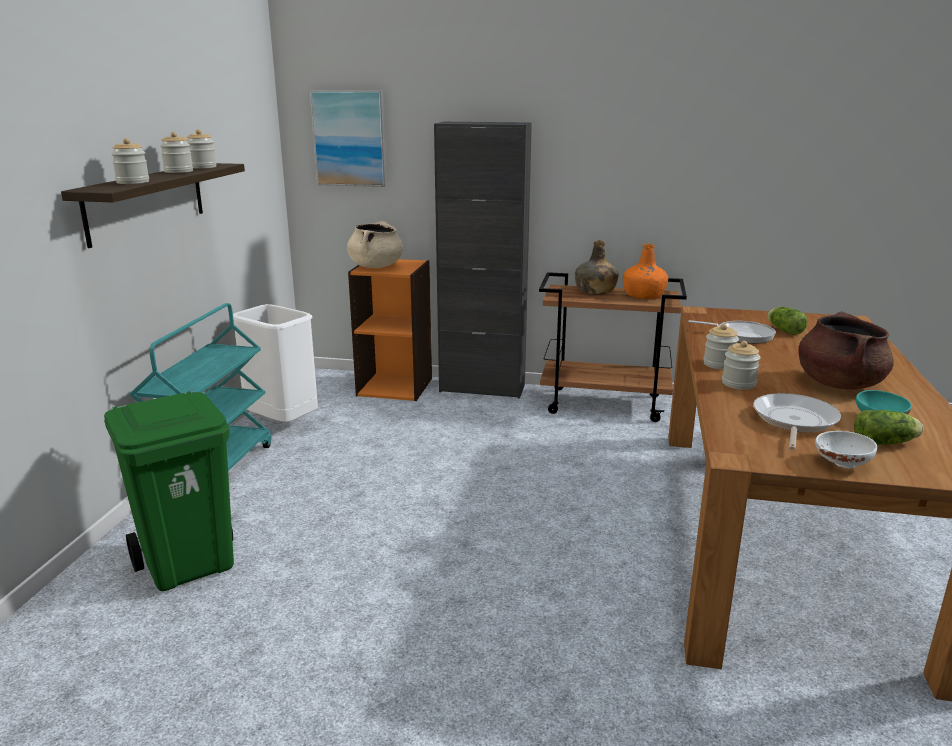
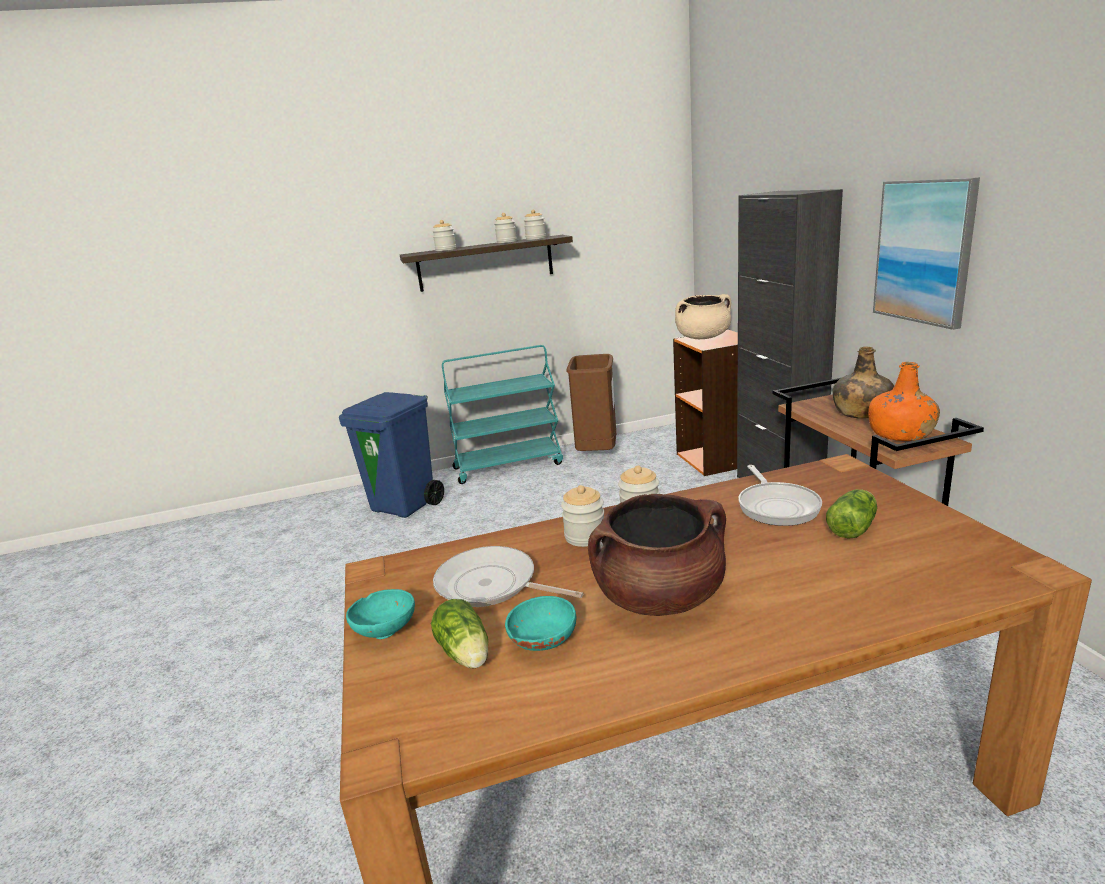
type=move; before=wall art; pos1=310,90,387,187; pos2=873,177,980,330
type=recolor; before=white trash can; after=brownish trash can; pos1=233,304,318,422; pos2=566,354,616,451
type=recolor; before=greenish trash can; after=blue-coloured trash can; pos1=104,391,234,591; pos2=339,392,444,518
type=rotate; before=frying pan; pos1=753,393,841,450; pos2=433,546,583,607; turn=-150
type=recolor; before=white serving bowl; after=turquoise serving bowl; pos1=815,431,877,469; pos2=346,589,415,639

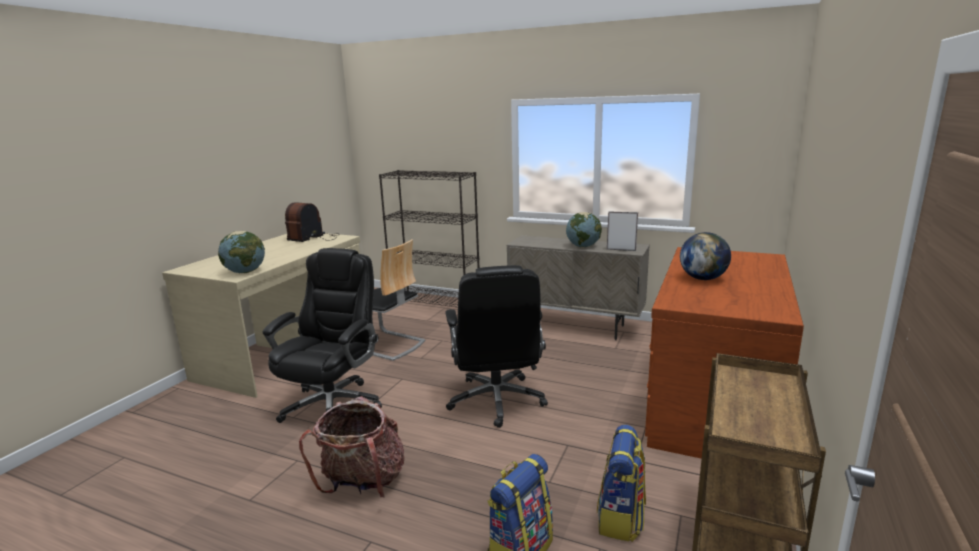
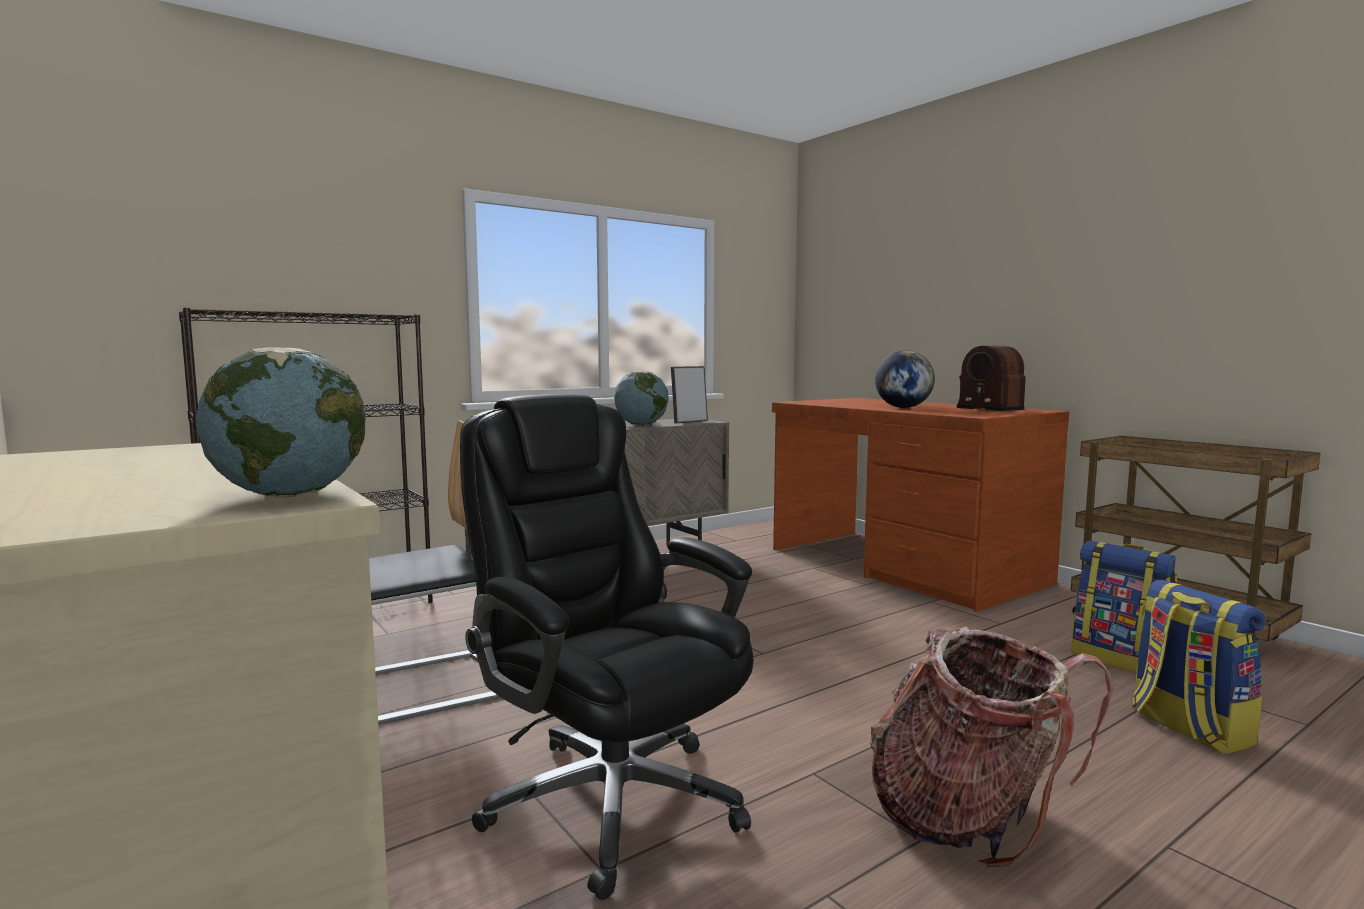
type=move; before=radio; pos1=285,202,340,242; pos2=956,346,1026,411
type=delete; before=black office chair; pos1=445,265,548,428

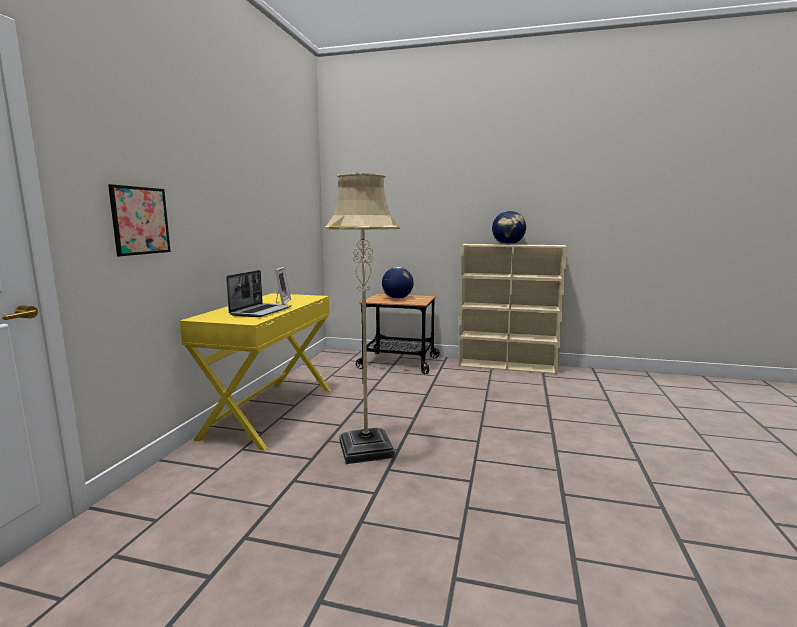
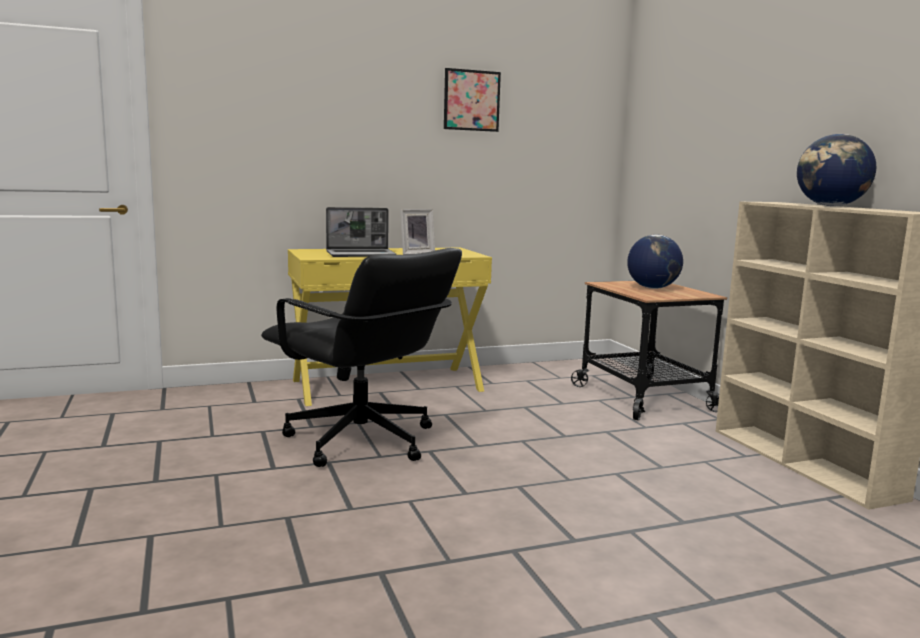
type=replace; before=beige-coloured floor lamp; after=black office chair; pos1=324,173,400,464; pos2=261,248,462,467
type=move; before=wall art; pos1=108,184,171,256; pos2=444,68,501,132

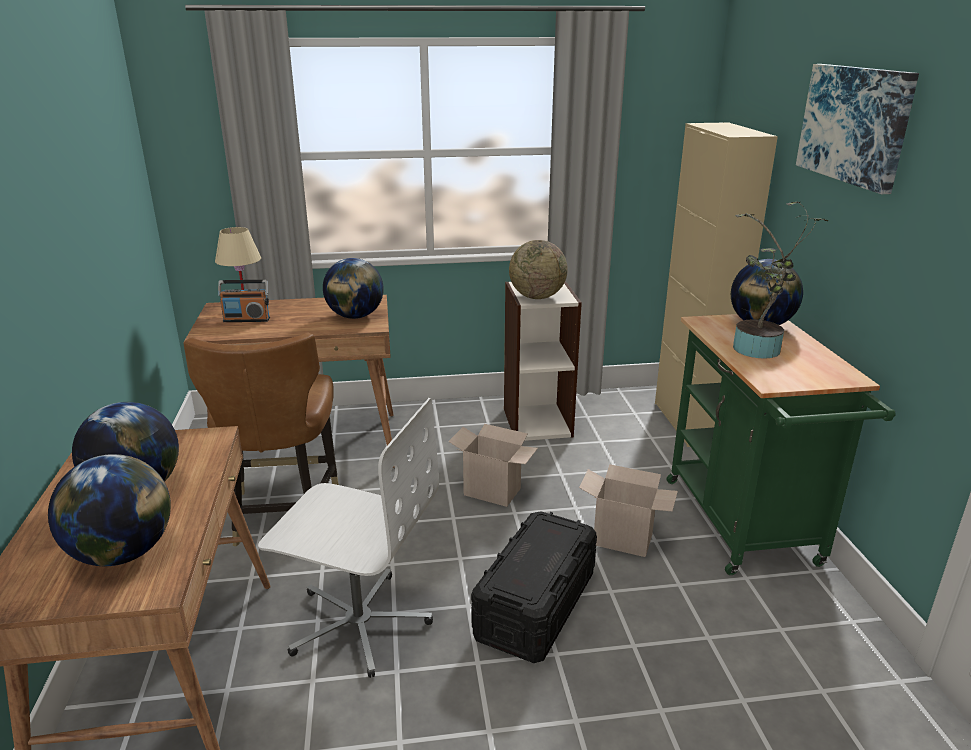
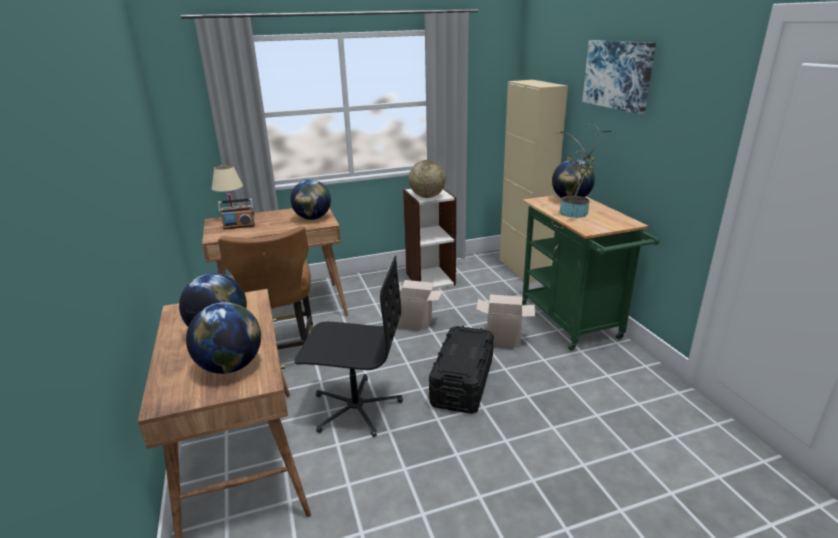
type=recolor; before=white office chair; after=black office chair; pos1=258,398,439,678; pos2=294,256,403,437

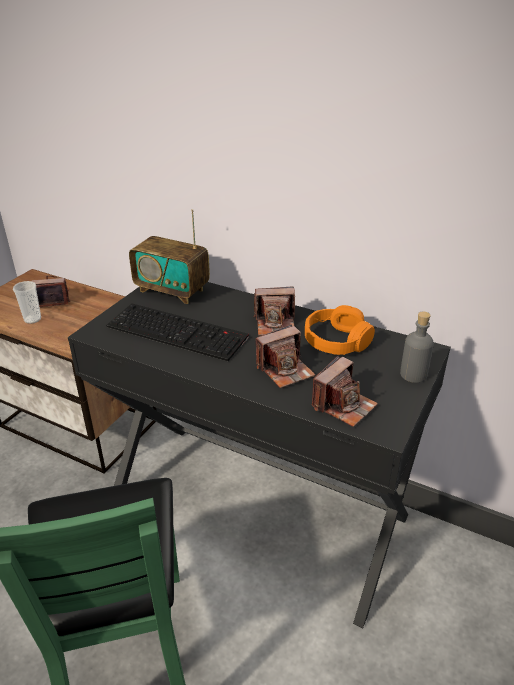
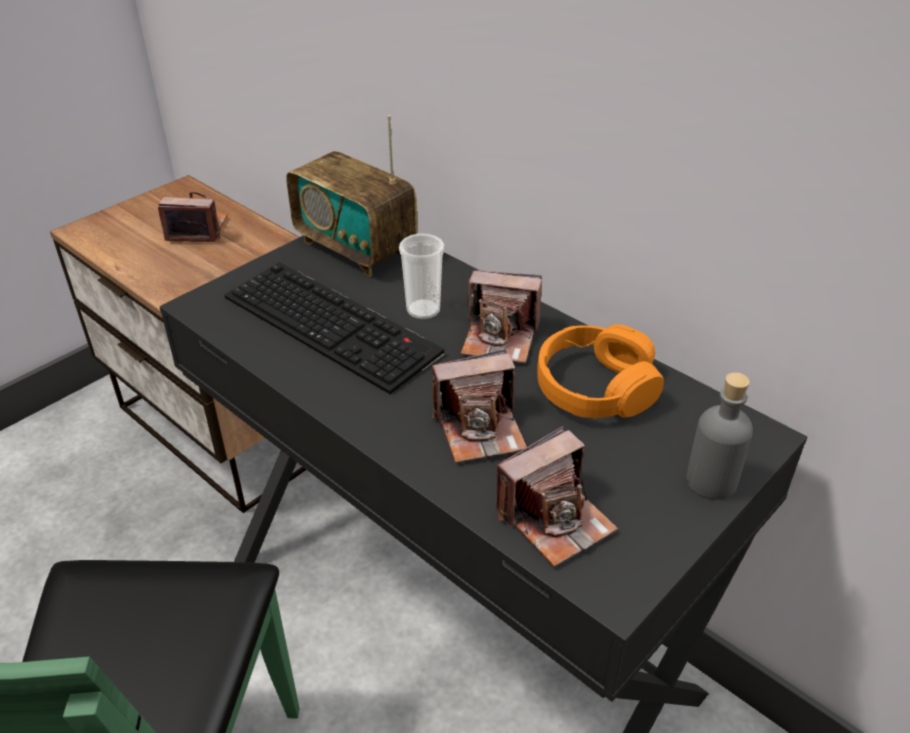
type=move; before=drinking cup; pos1=13,281,41,324; pos2=399,234,444,319

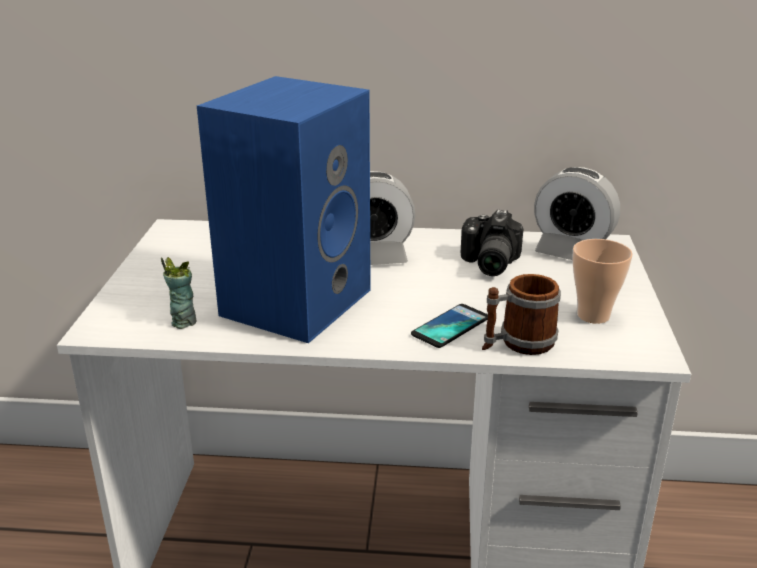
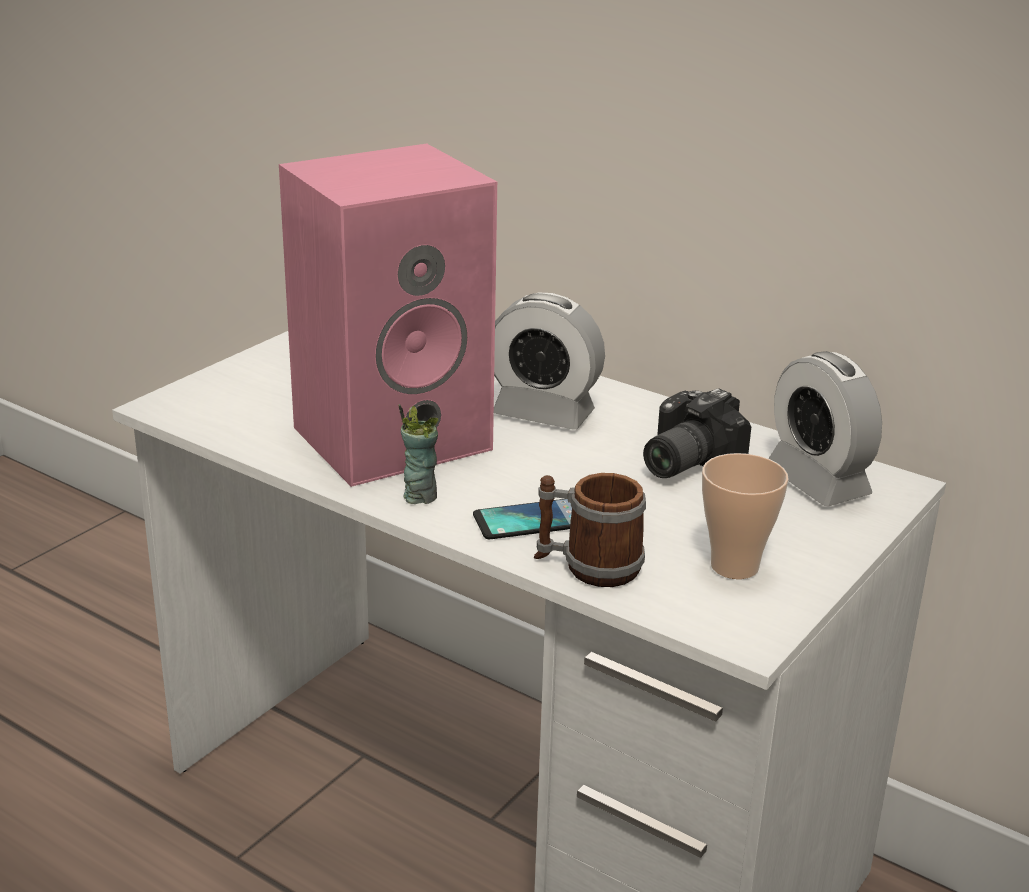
type=recolor; before=blue-coloured speaker; after=pink speaker; pos1=197,76,371,343; pos2=279,144,497,487
type=move; before=drinking cup; pos1=161,257,197,329; pos2=398,404,438,504

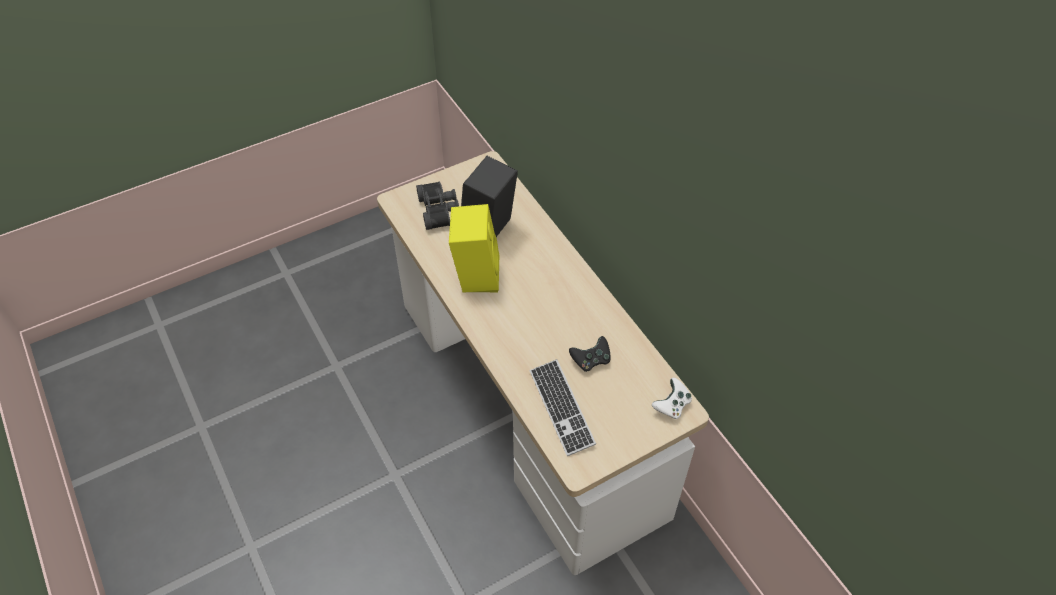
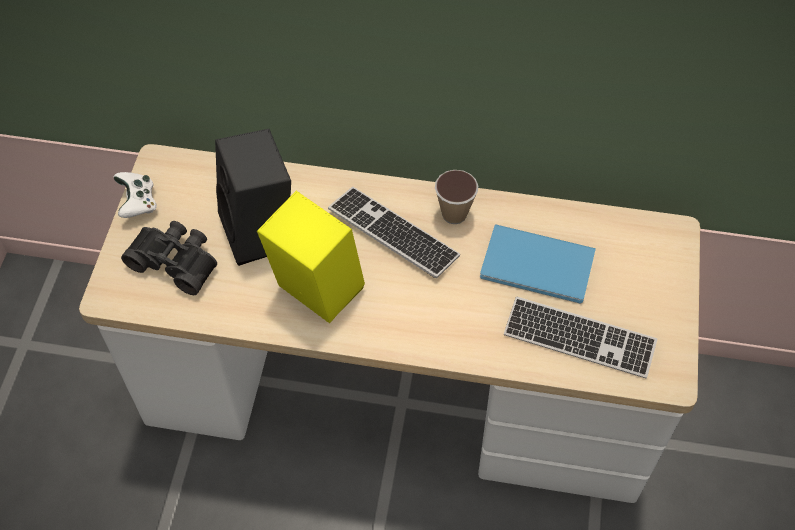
type=replace; before=black gamepad; after=blue-coloured volume; pos1=569,336,610,372; pos2=480,224,596,304
type=move; before=white gamepad; pos1=652,378,692,419; pos2=114,172,157,218
type=insert; after=drinking cup; pos2=435,170,478,224
type=insert; after=computer keyboard; pos2=328,187,460,278

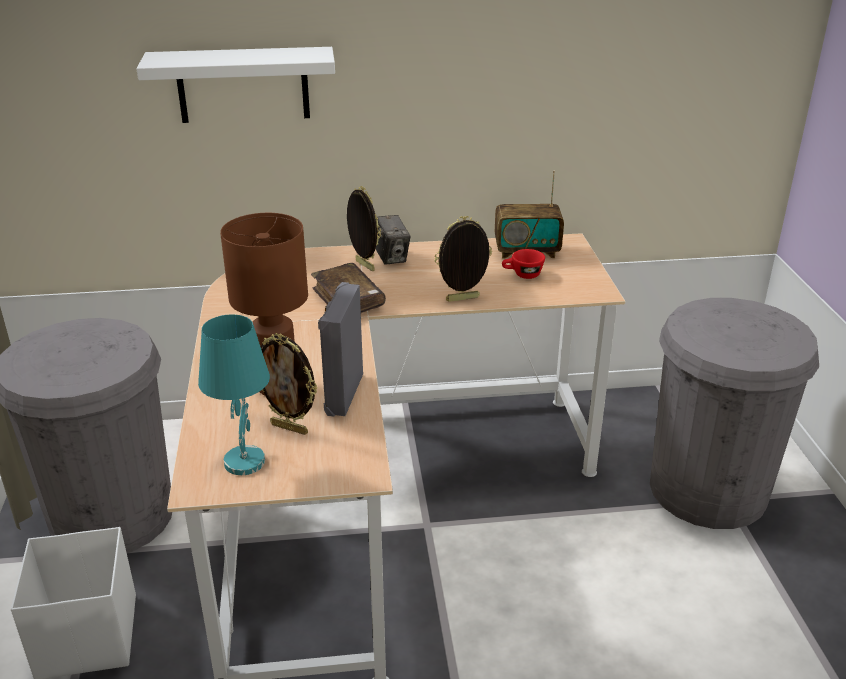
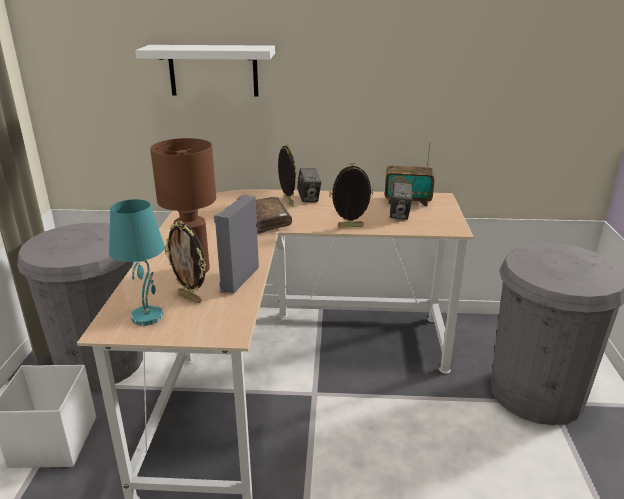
type=replace; before=red-coloured drinking cup; after=still camera; pos1=502,249,545,279; pos2=390,182,412,220

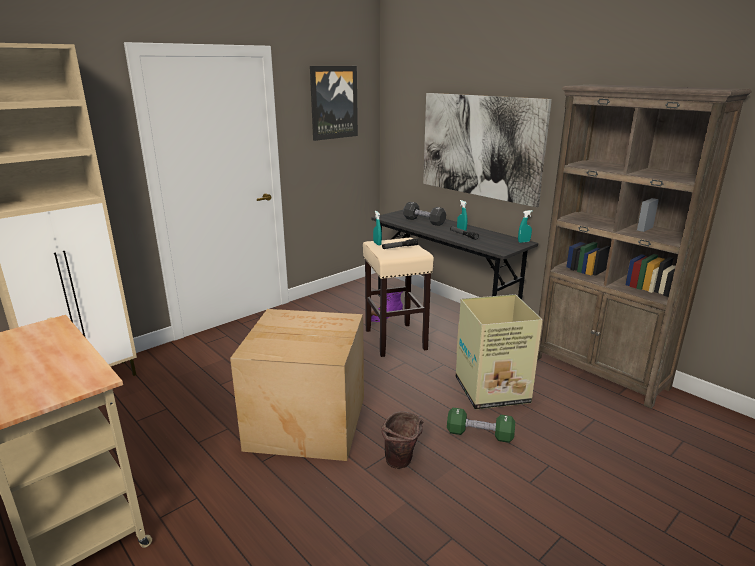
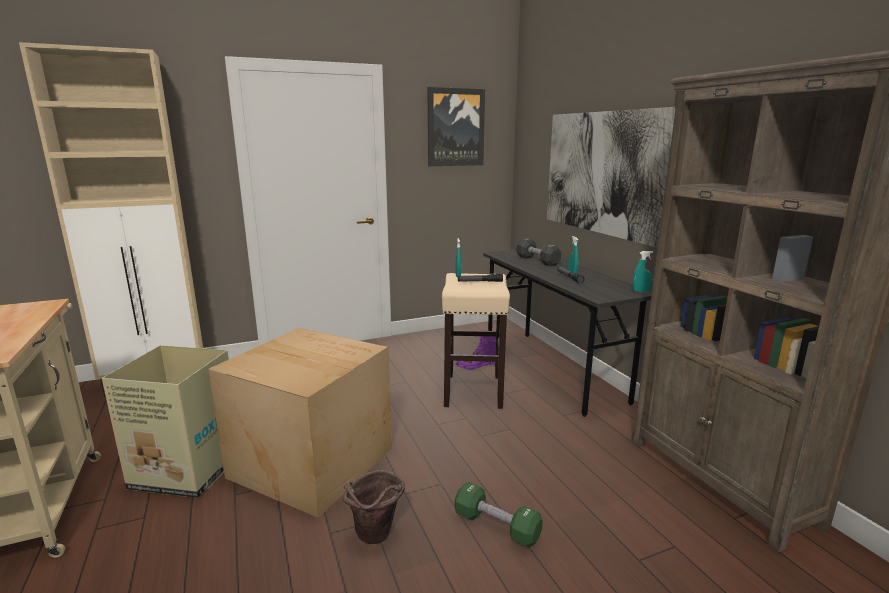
type=move; before=packing box; pos1=456,294,543,410; pos2=102,345,229,498

